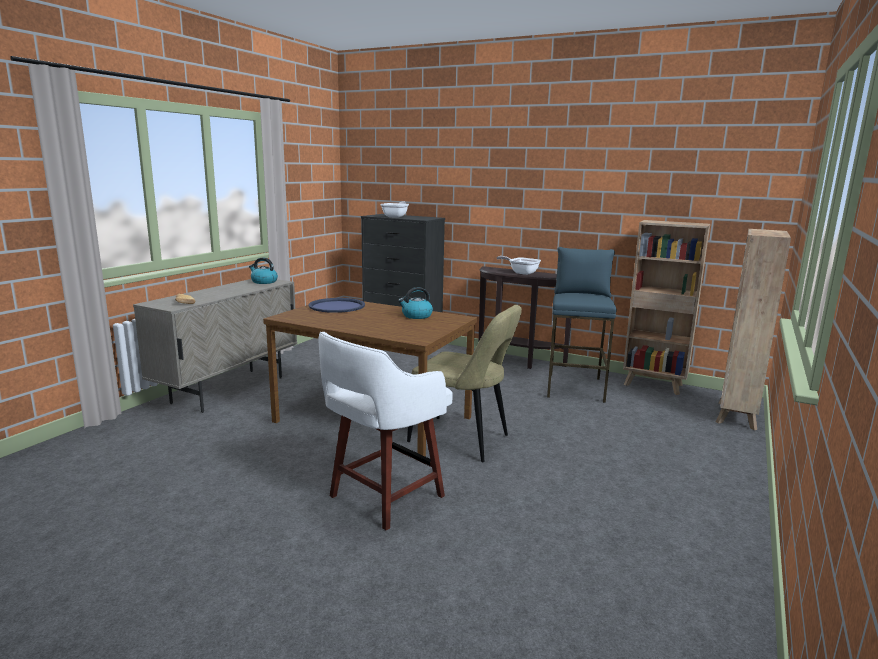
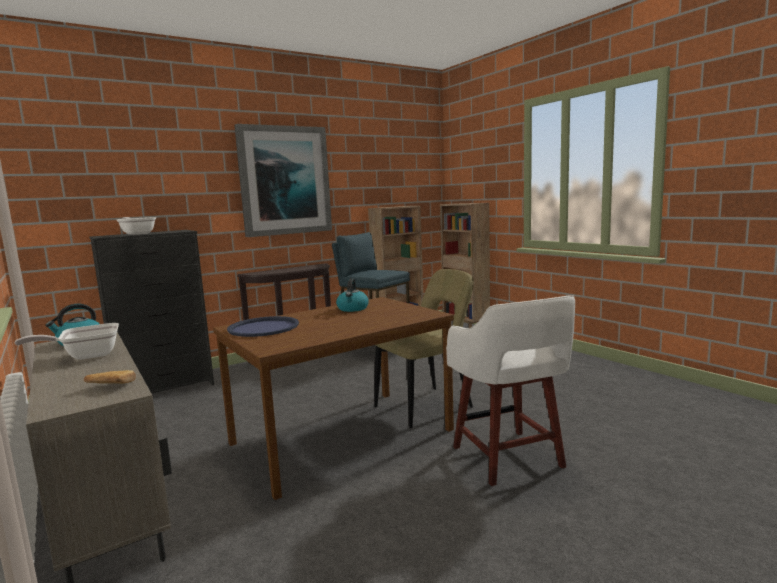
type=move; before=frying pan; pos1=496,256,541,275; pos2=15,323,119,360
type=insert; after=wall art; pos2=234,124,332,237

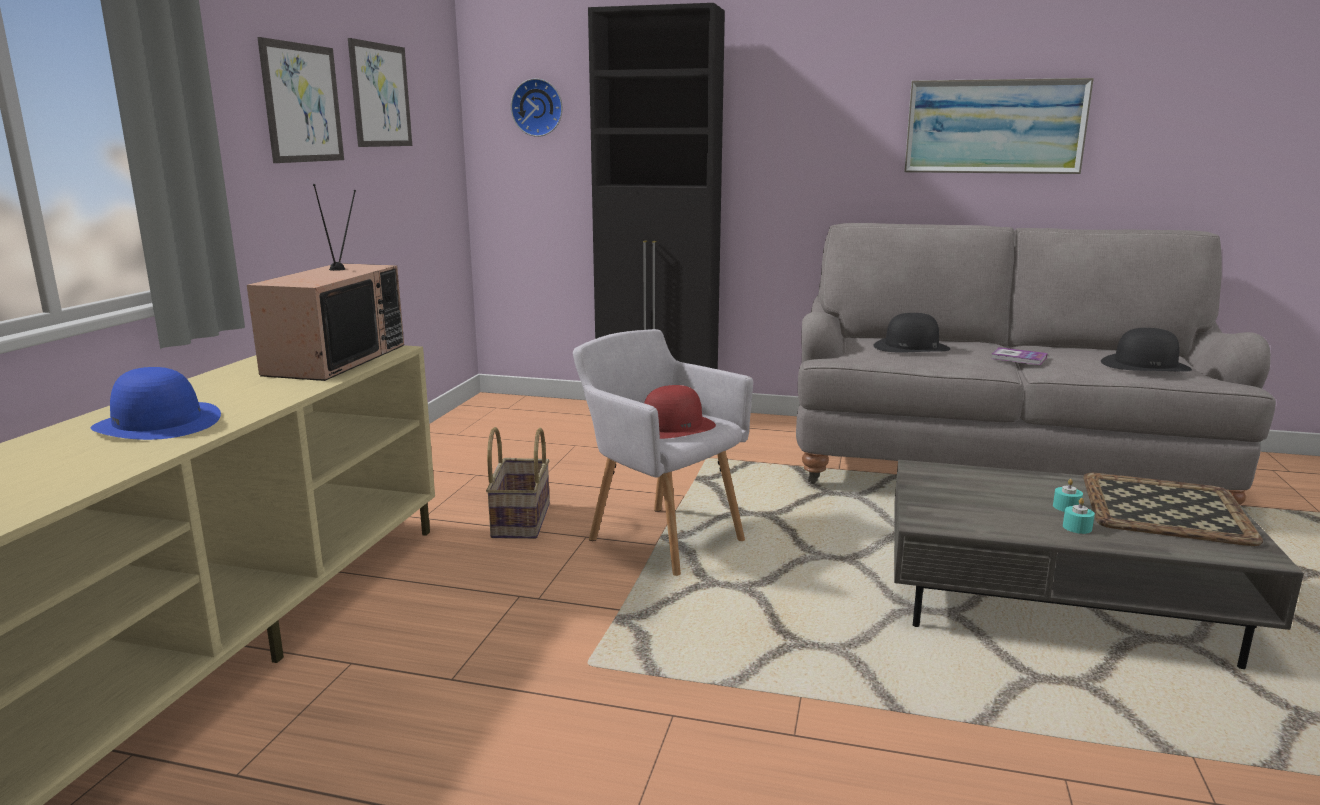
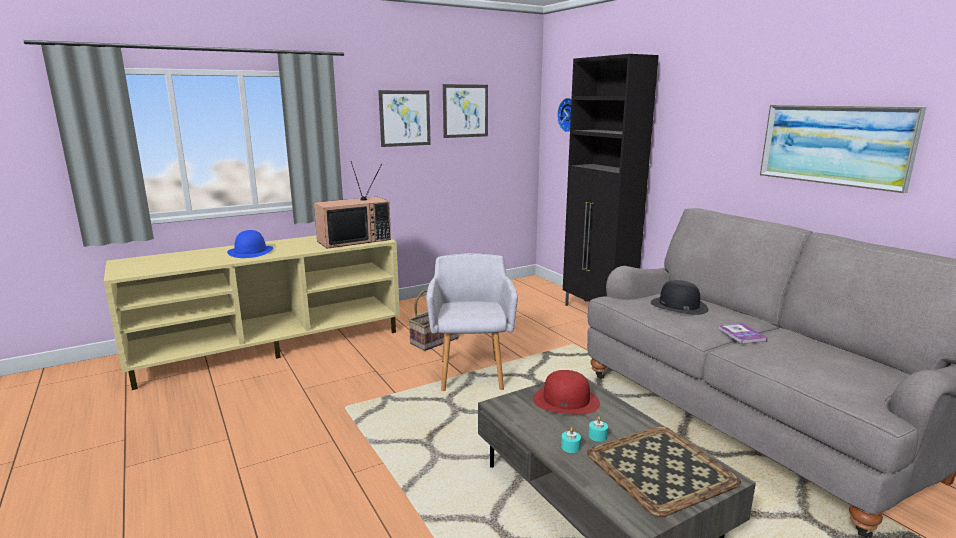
type=delete; before=black clothing hat; pos1=1101,328,1192,372
type=move; before=red-coloured clothing hat; pos1=644,385,716,439; pos2=533,370,600,415

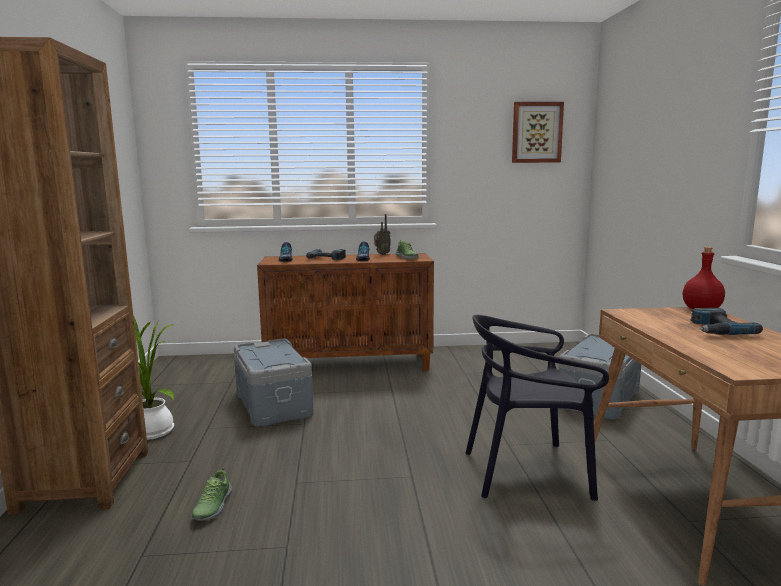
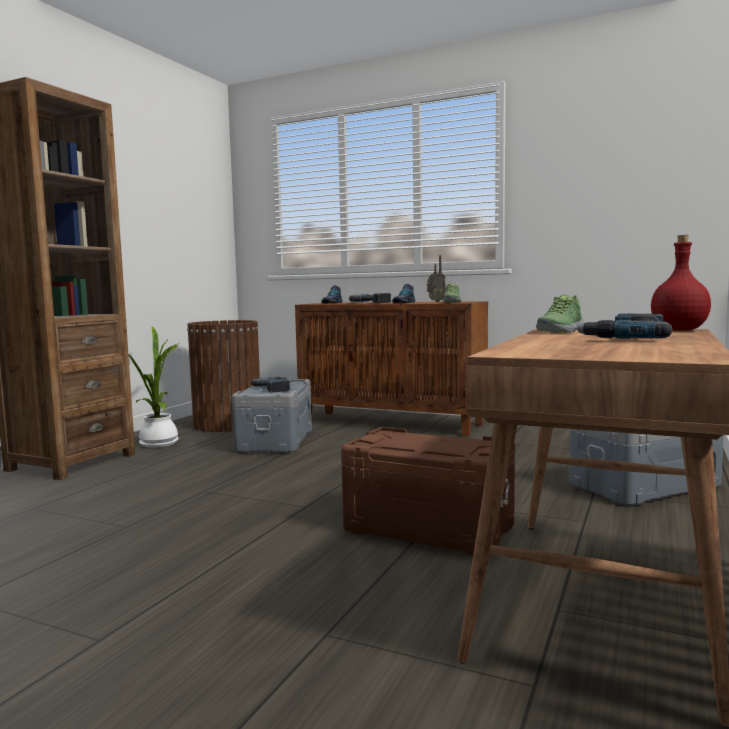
type=delete; before=wall art; pos1=512,102,564,163
type=replace; before=black chair; after=brownish storage bin; pos1=466,315,609,501; pos2=341,427,515,555
type=move; before=item of footwear; pos1=192,467,232,521; pos2=536,295,584,333
type=insert; after=brownish trash can; pos2=187,320,260,432
type=insert; after=drill; pos2=251,377,291,393

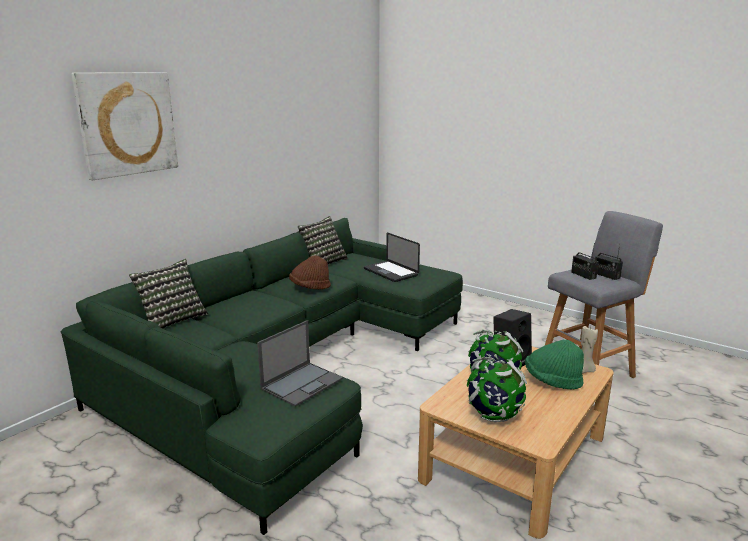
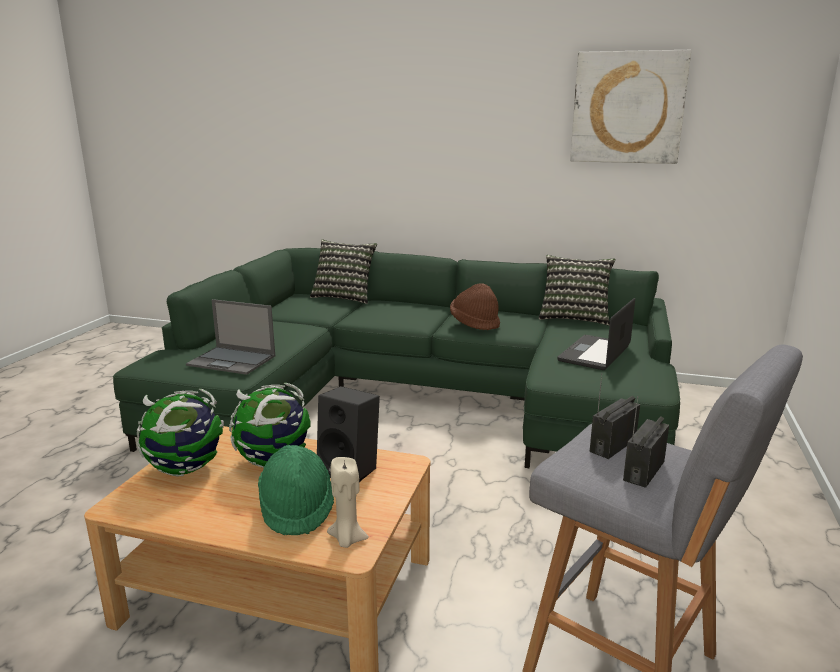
type=move; before=wall art; pos1=71,72,178,181; pos2=570,50,691,164

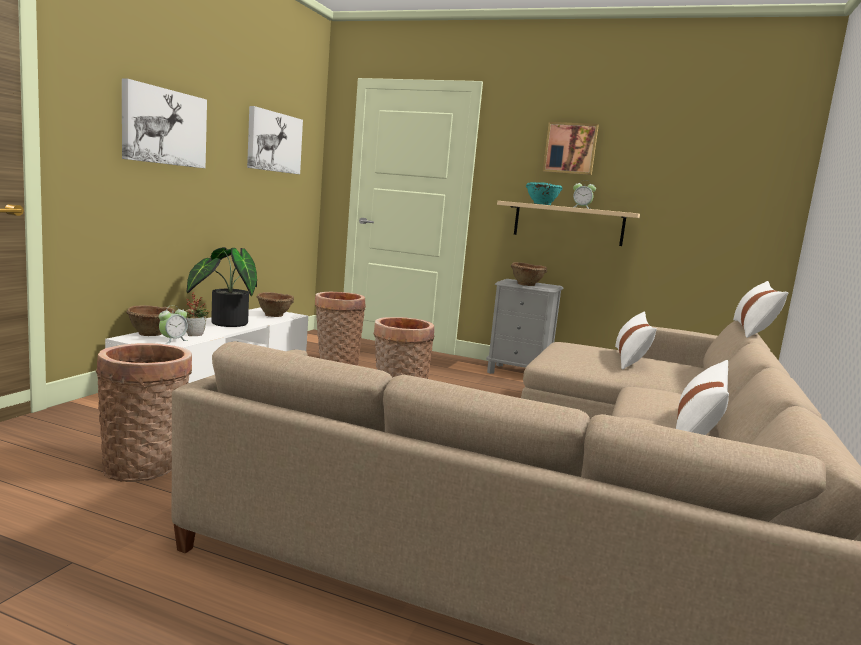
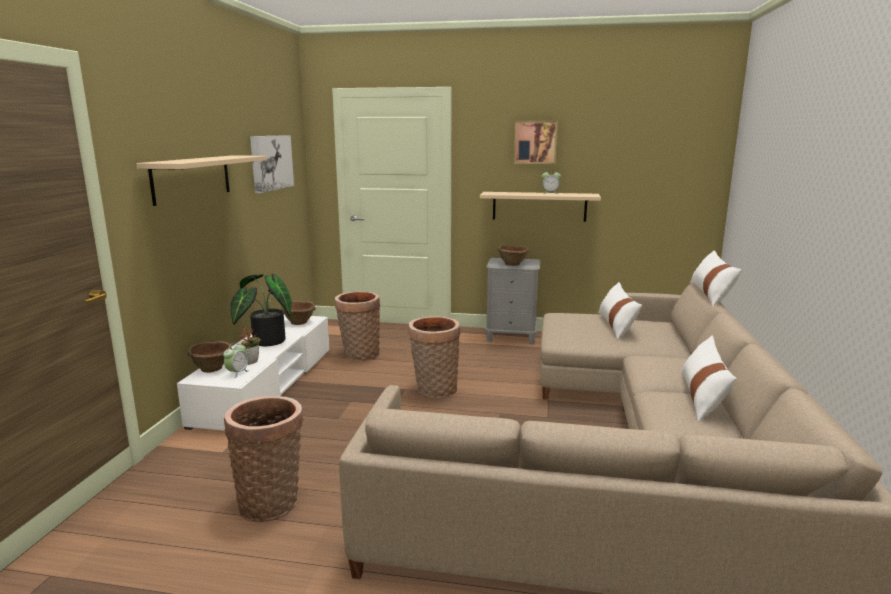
type=replace; before=wall art; after=beige-coloured shelf; pos1=122,78,207,168; pos2=136,155,267,206
type=delete; before=turquoise serving bowl; pos1=526,182,562,205

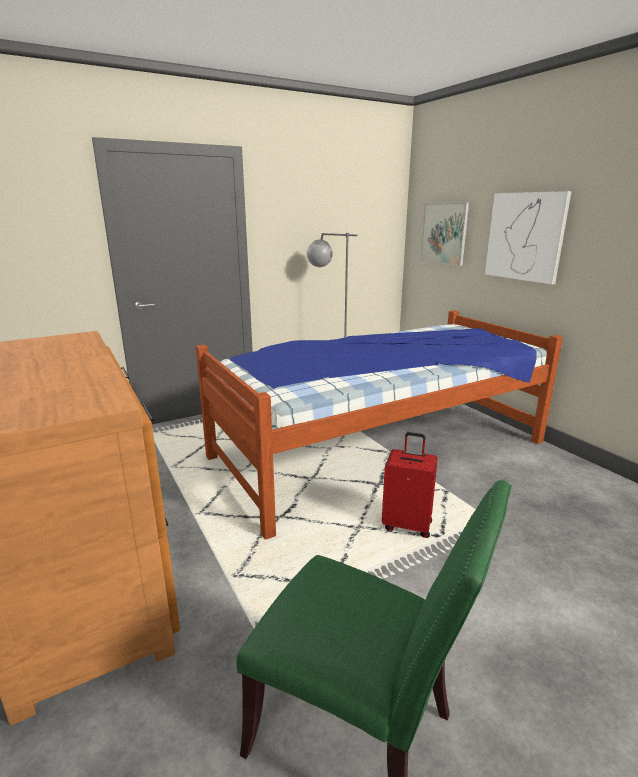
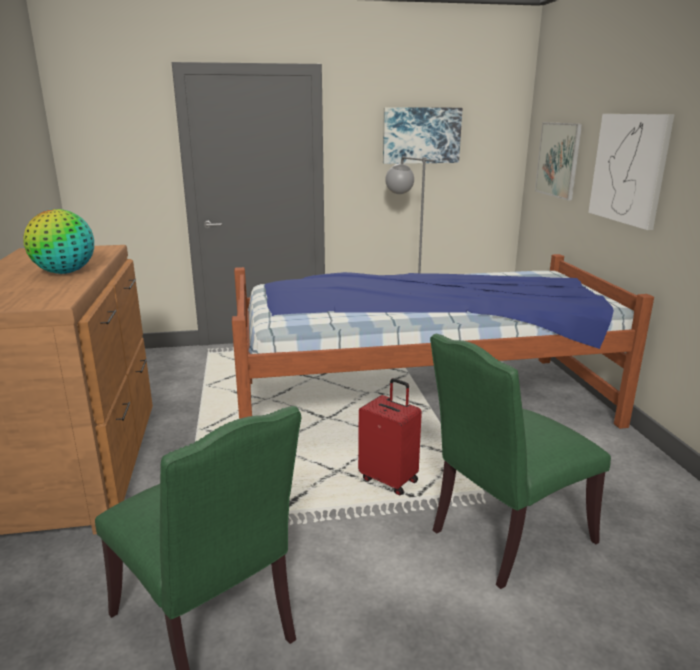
type=insert; after=wall art; pos2=383,108,462,164
type=insert; after=desk globe; pos2=23,209,94,274
type=insert; after=greenish chair; pos2=430,334,611,589

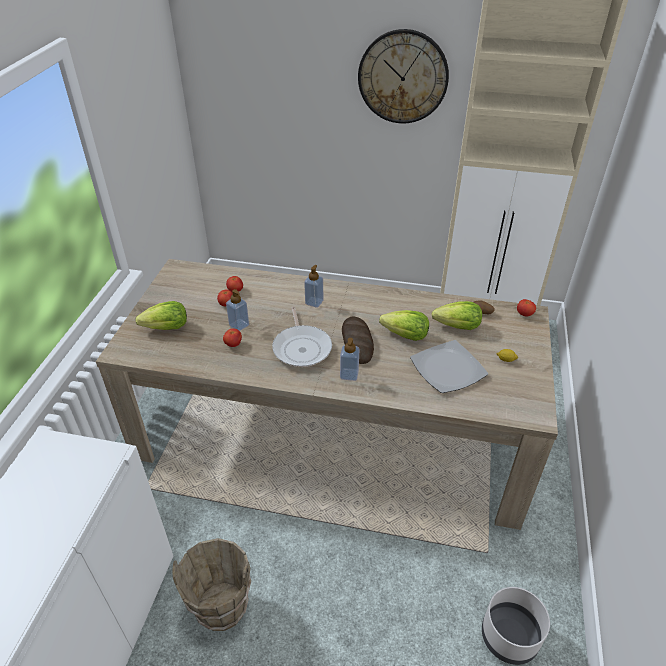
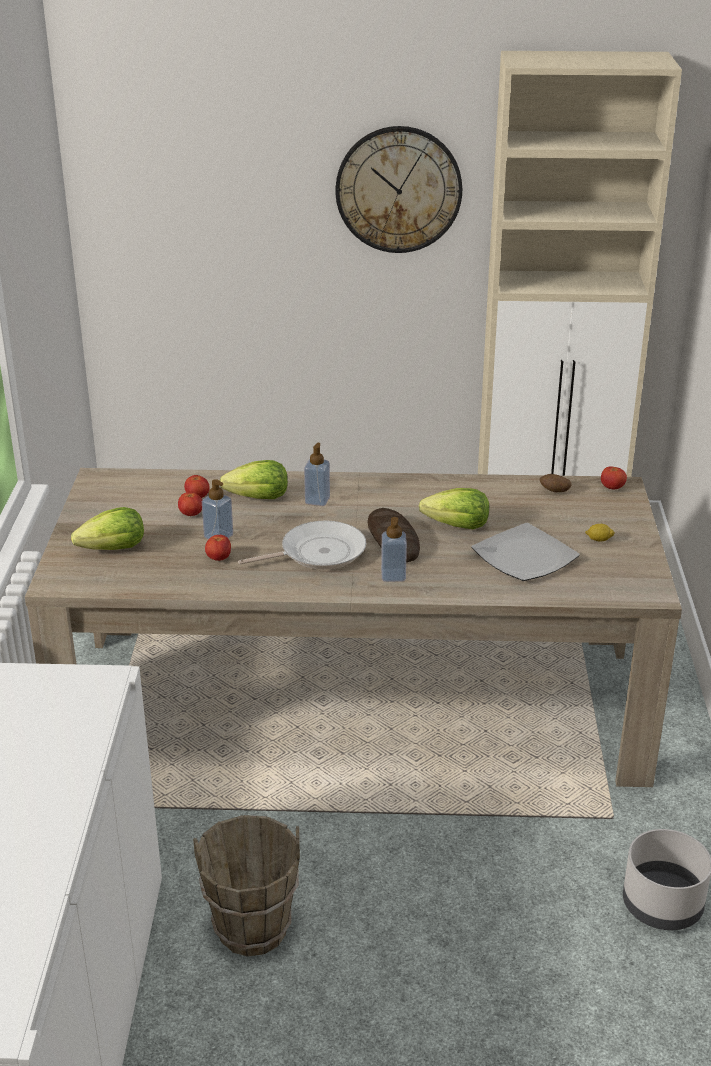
type=move; before=head of lettuce; pos1=432,301,482,330; pos2=220,460,288,499
type=rotate; before=frying pan; pos1=272,306,332,367; pos2=238,521,366,569; turn=-90

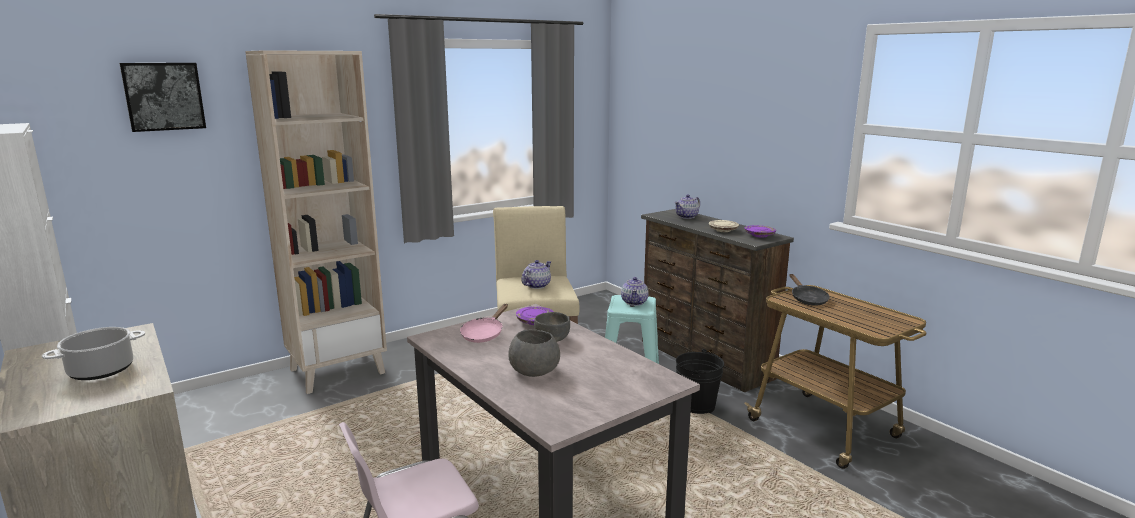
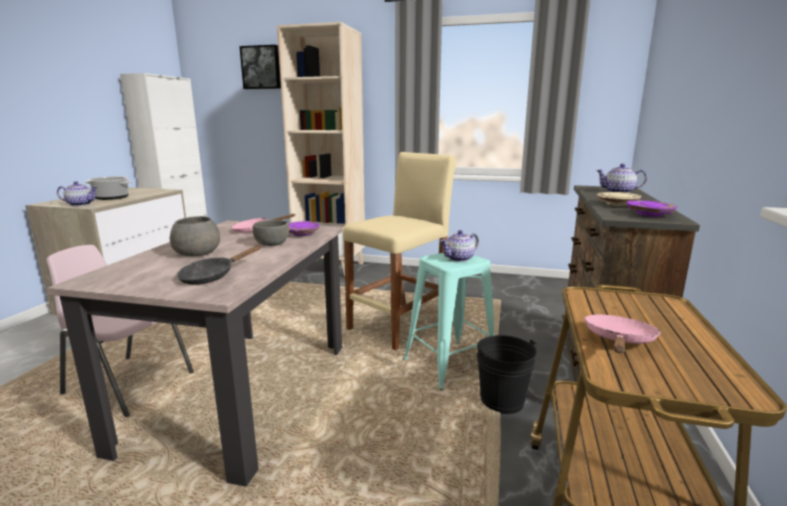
type=move; before=tea pot; pos1=521,260,551,289; pos2=57,181,98,206
type=move; before=black frying pan; pos1=789,274,830,306; pos2=177,245,260,285
type=insert; after=pink frying pan; pos2=584,315,661,353

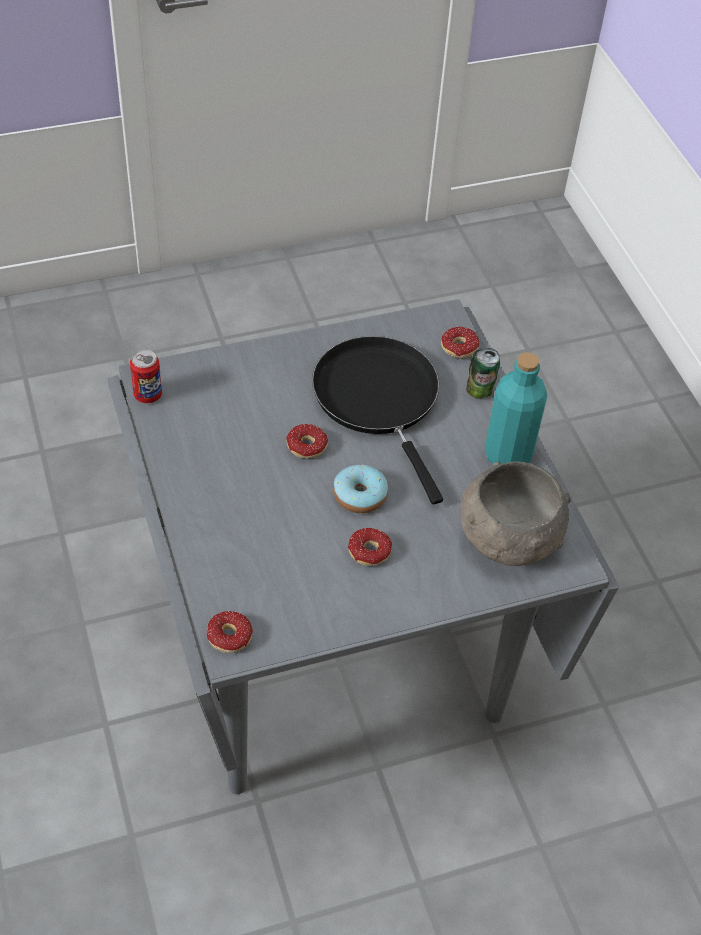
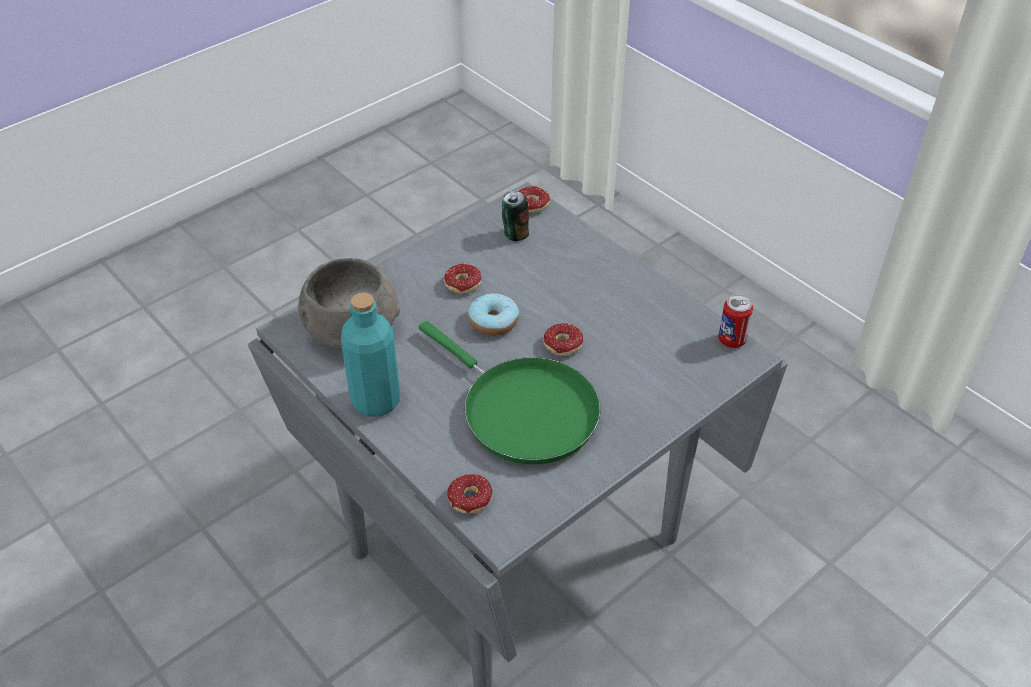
type=recolor; before=black frying pan; after=greenish frying pan; pos1=312,336,443,504; pos2=419,321,601,465
type=move; before=sealed can; pos1=466,348,500,399; pos2=502,191,529,241

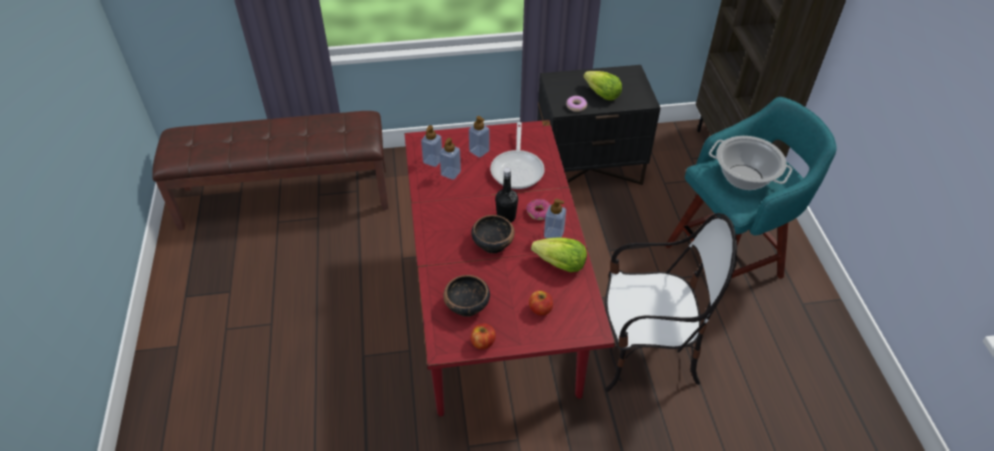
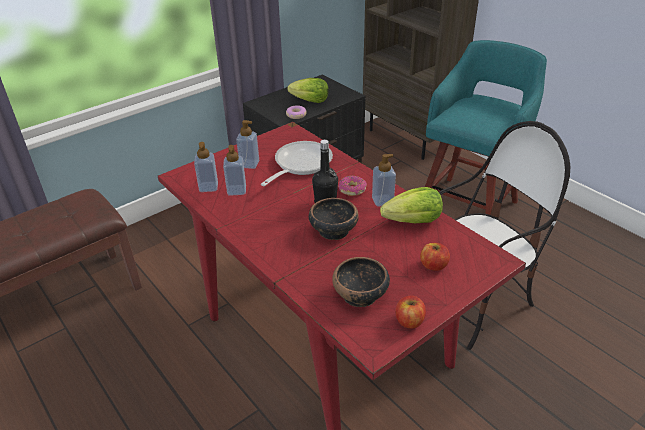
type=rotate; before=frying pan; pos1=490,122,545,189; pos2=261,141,333,186; turn=-120
type=delete; before=saucepot; pos1=709,136,793,190

